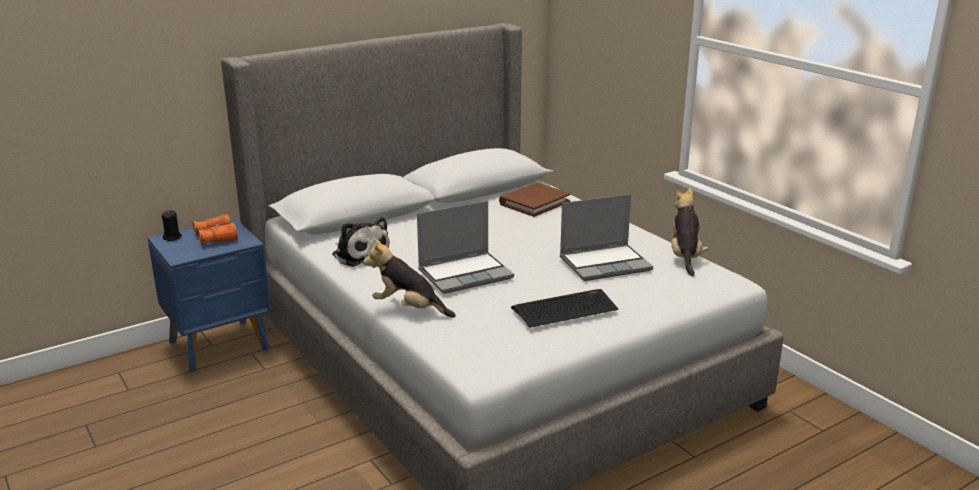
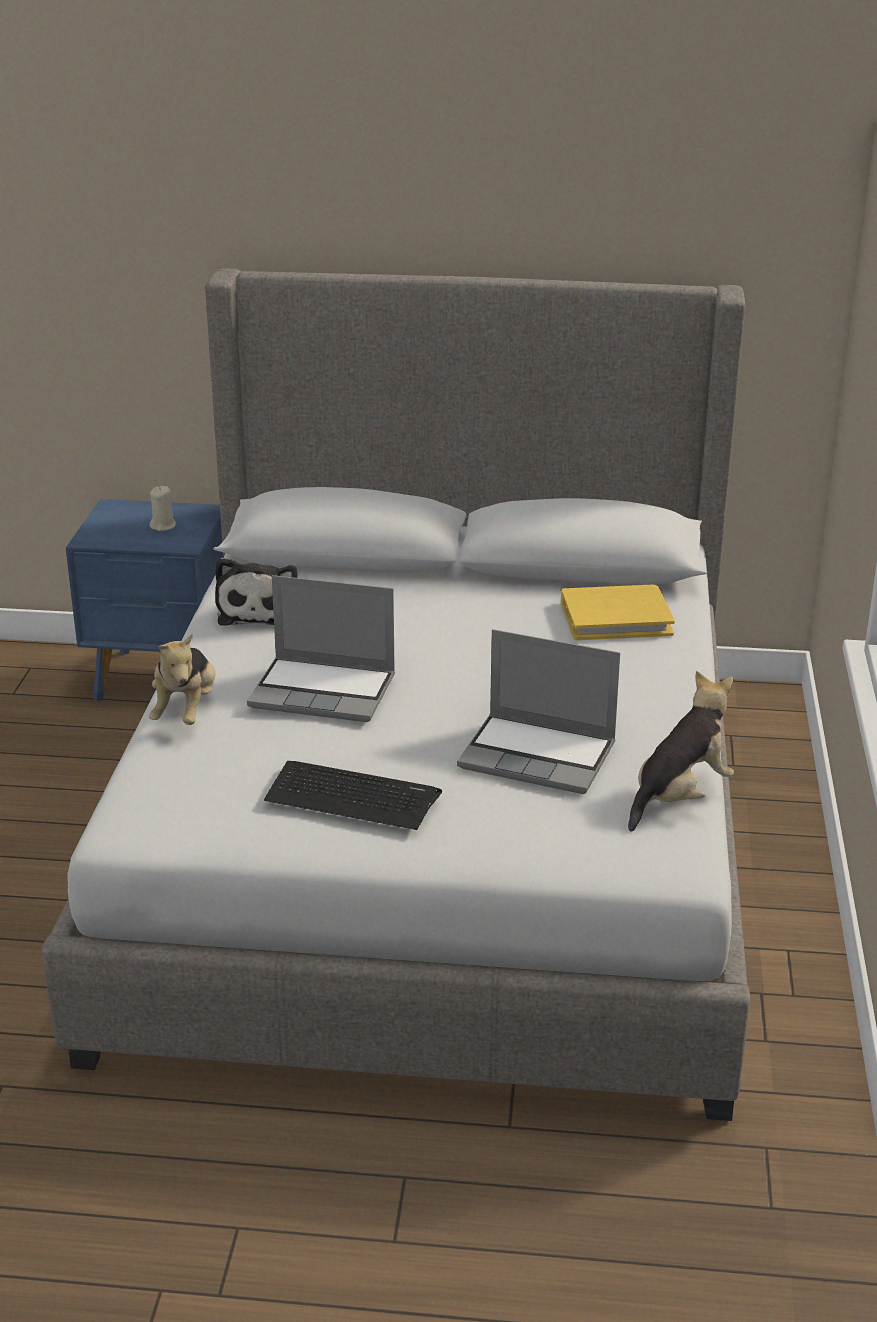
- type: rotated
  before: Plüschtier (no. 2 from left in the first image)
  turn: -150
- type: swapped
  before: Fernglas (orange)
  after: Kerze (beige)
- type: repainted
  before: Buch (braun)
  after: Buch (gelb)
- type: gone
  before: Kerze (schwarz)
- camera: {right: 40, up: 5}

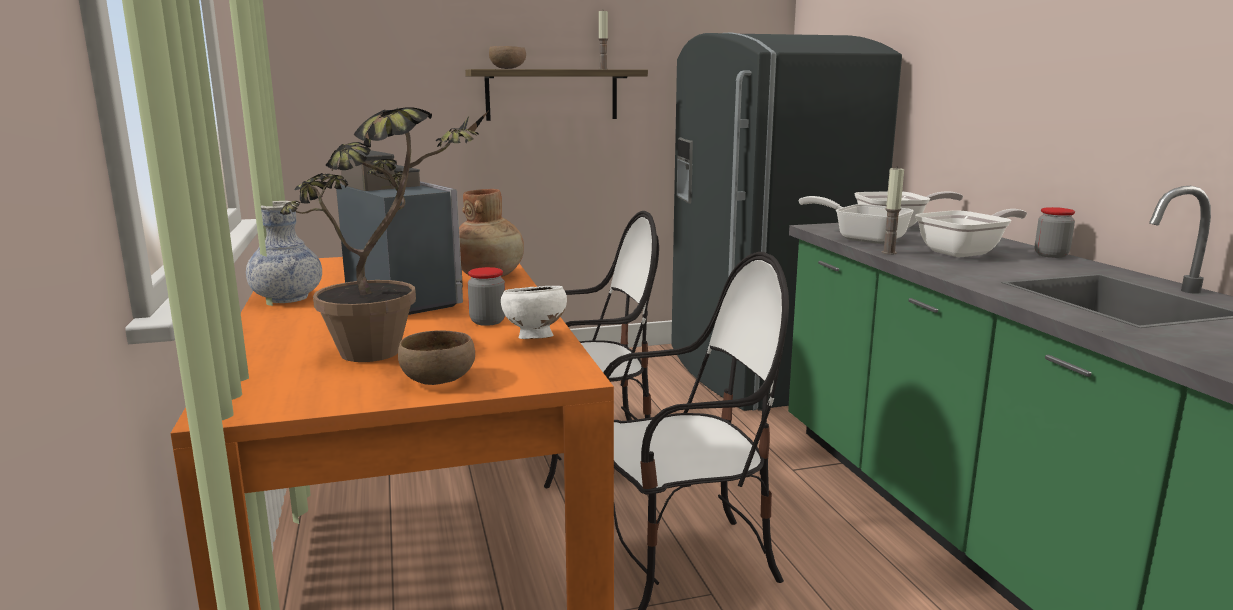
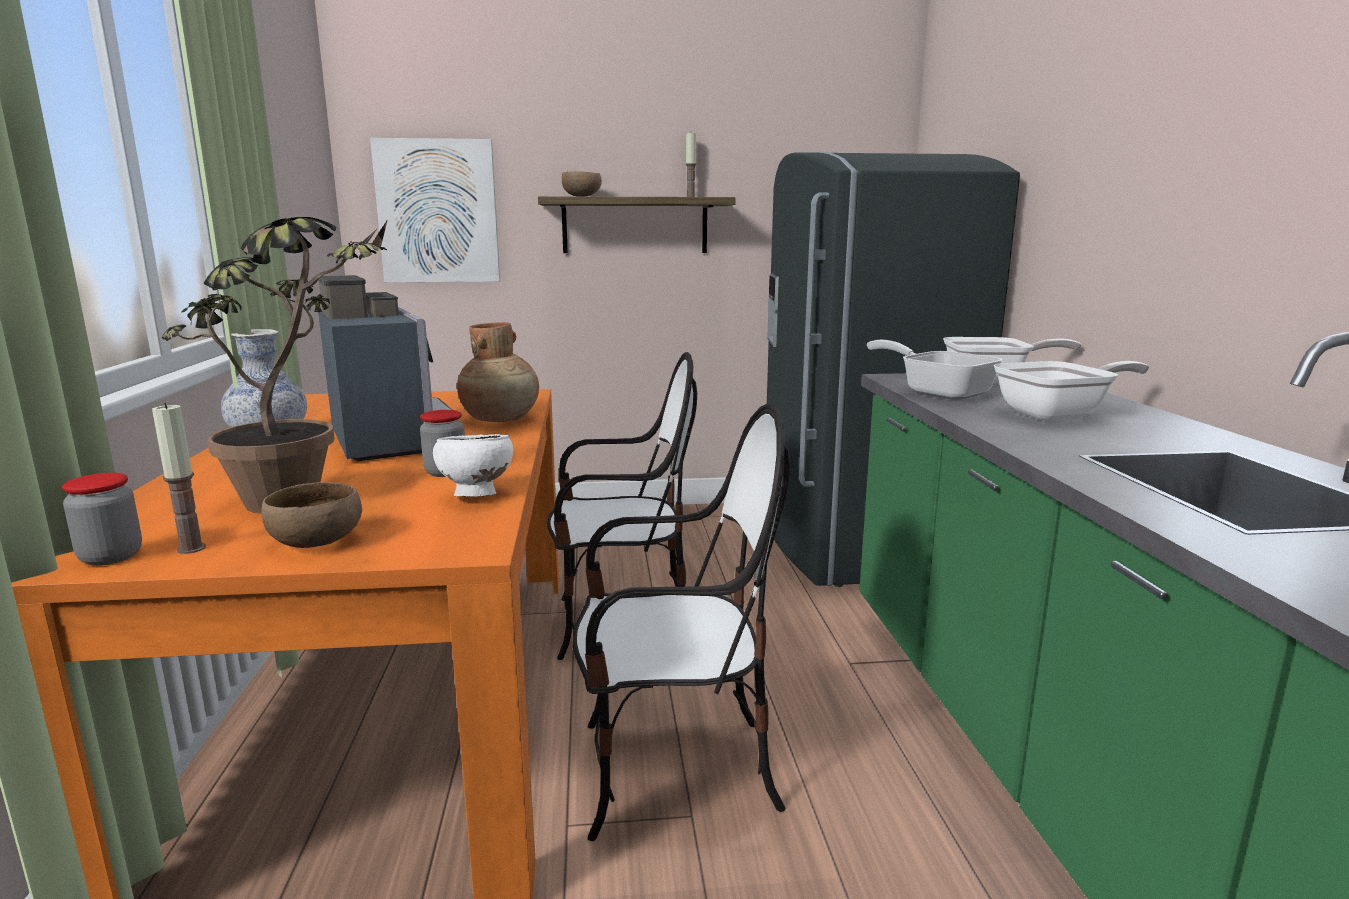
- type: shifted
  before: Vorratsglas (no. 2 from left in the first image)
  after: Vorratsglas (no. 1 from left)
- type: shifted
  before: Kerze (no. 2 from left in the first image)
  after: Kerze (no. 1 from left)
- type: new
  after: Bild
- camera: {right: 10, up: 0}

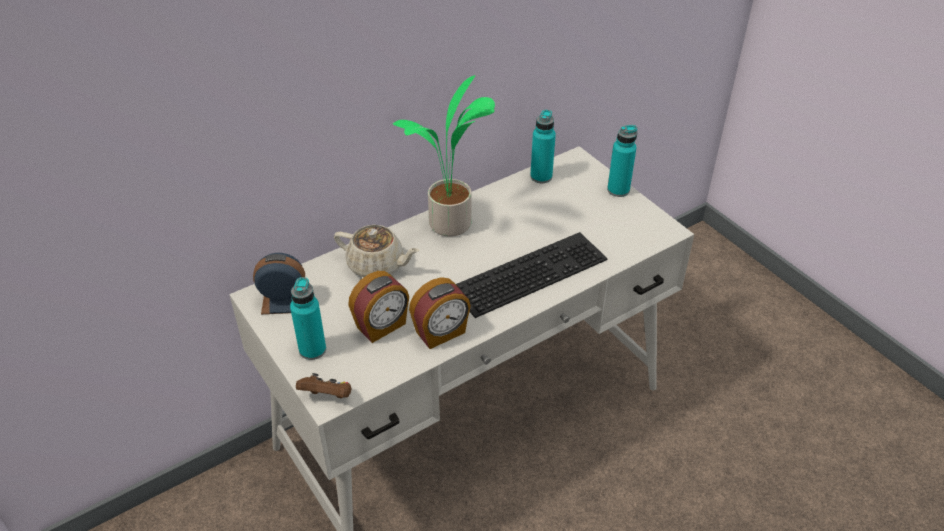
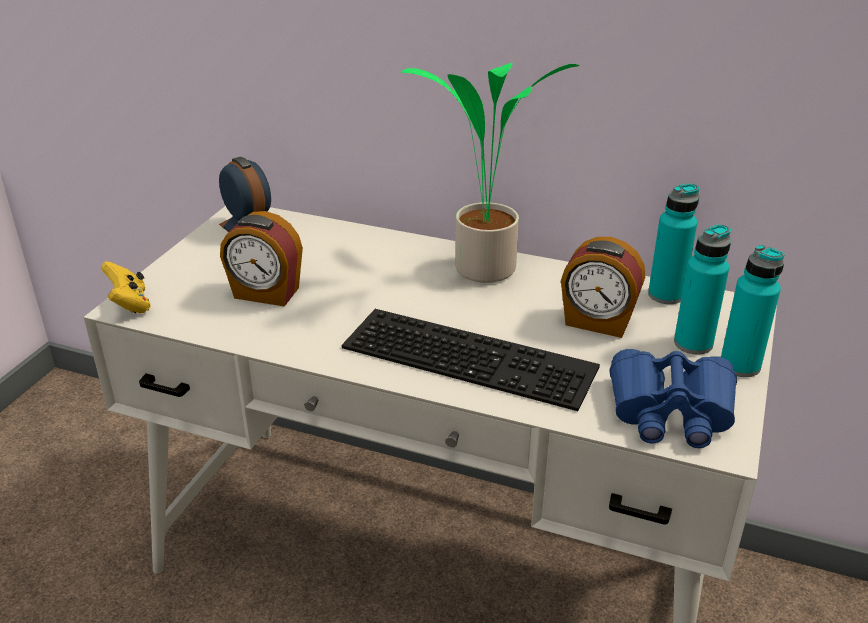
- type: repainted
  before: Gamepad (braun)
  after: Gamepad (gelb)
- type: shifted
  before: Wecker (no. 3 from left)
- type: new
  after: Fernglas (blau)
- type: shifted
  before: Flasche (türkis) (no. 1 from left in the first image)
  after: Flasche (türkis) (no. 2 from left)
- type: gone
  before: Teekanne (beige)
- camera: {right: 55, up: -10}

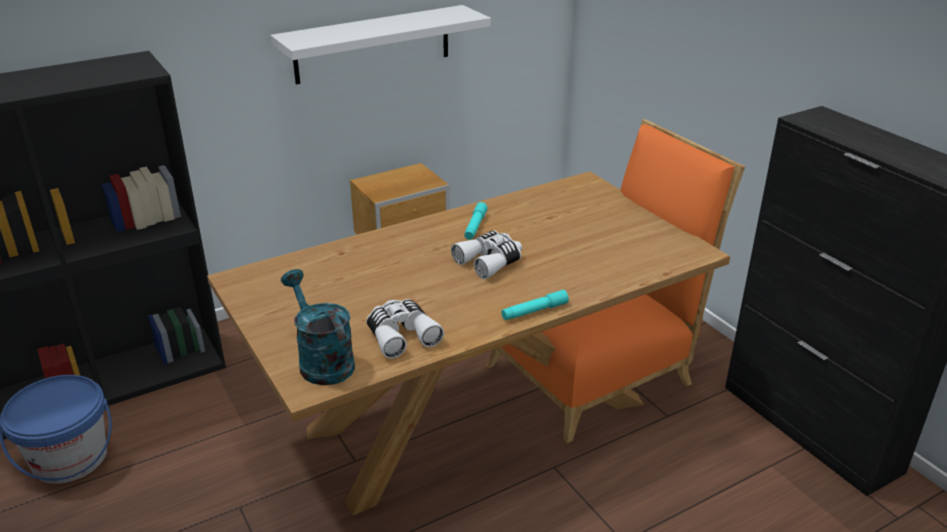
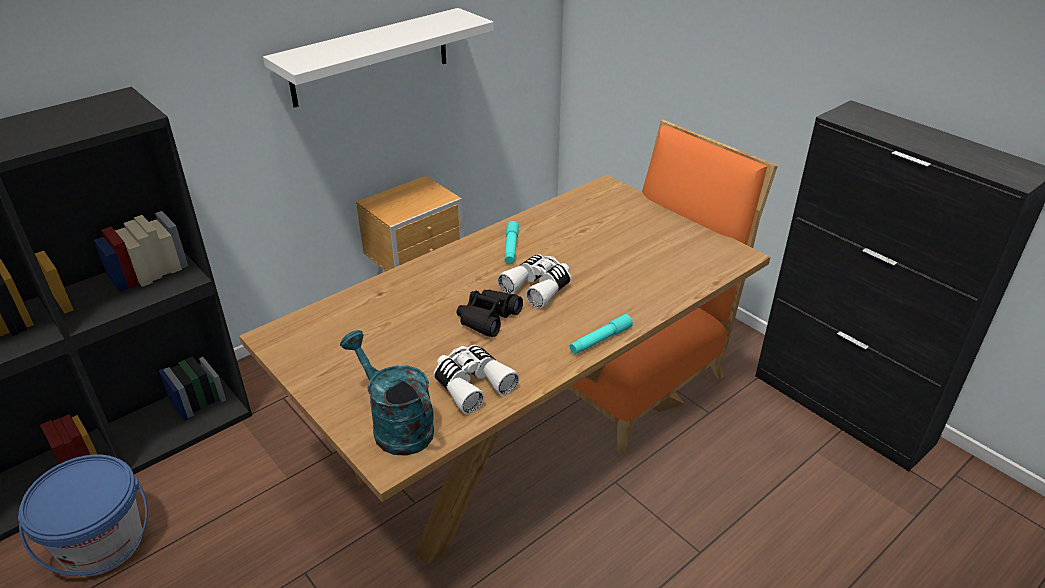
- type: new
  after: Fernglas (schwarz)
- camera: {right: -10, up: 5}

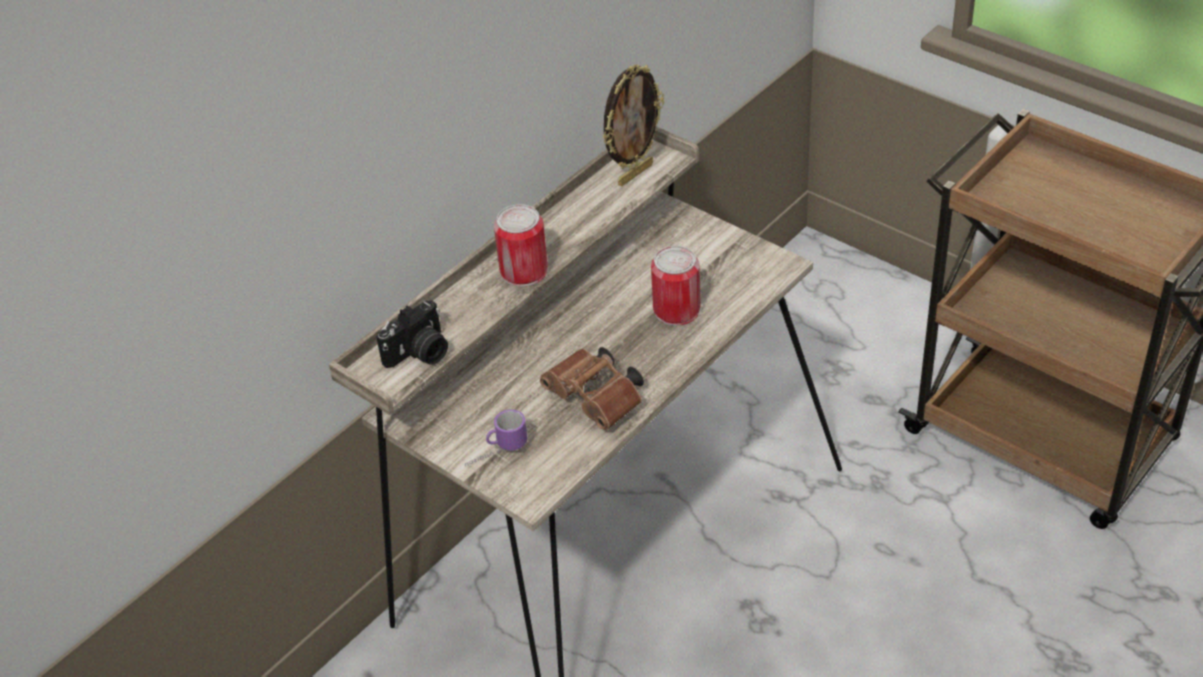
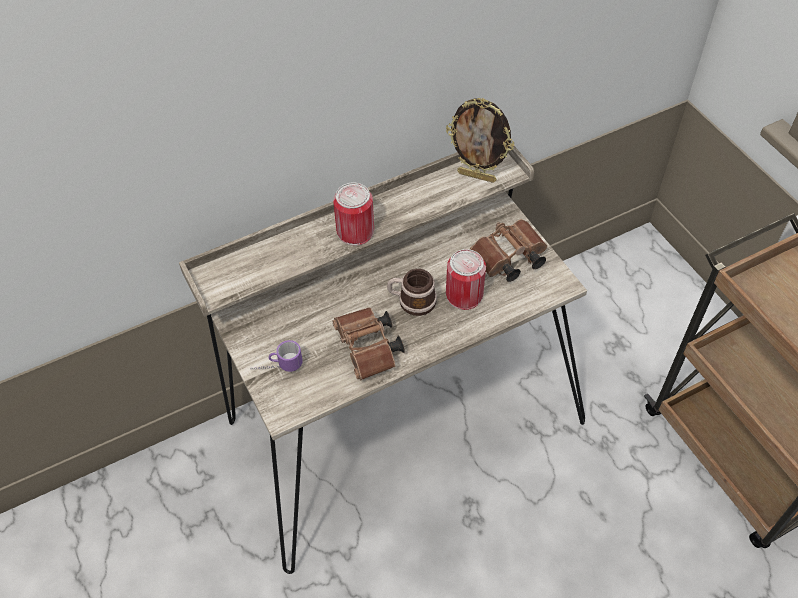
- type: new
  after: Henkelbecher (no. 2 from left)
- type: rotated
  before: Bilderrahmen
  turn: 45
- type: new
  after: Fernglas (braun) (no. 2 from left)
- type: gone
  before: Kamera
- camera: {right: 20, up: 10}

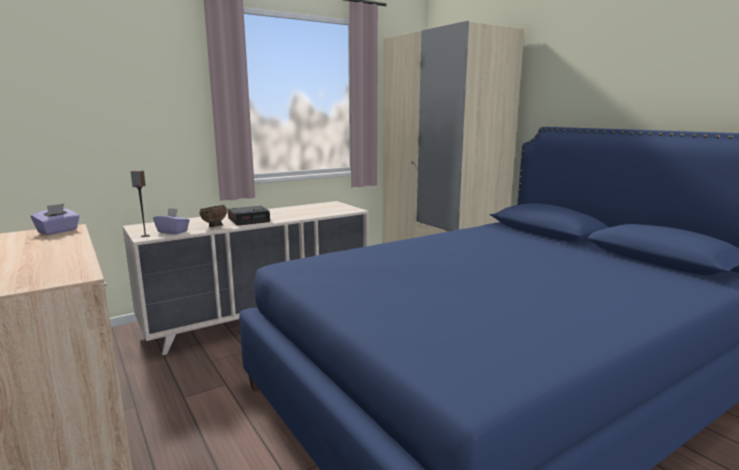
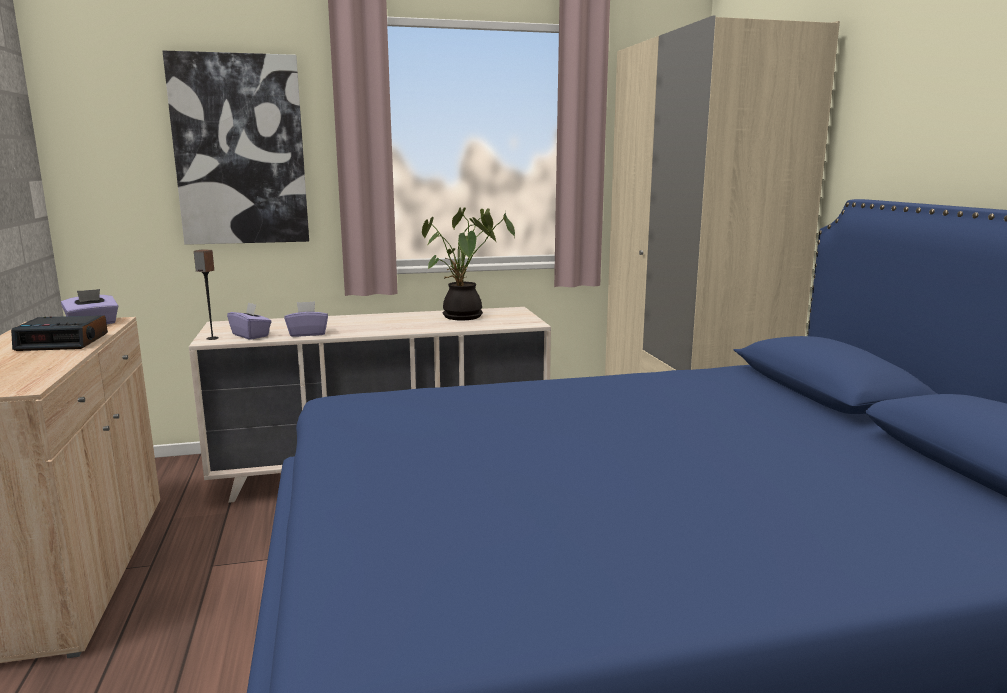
- type: shifted
  before: Wecker
- type: new
  after: Bild
- type: swapped
  before: Schüssel (braun)
  after: Taschentuchbox (lila) (no. 3 from left)
- type: new
  after: Topfpflanze
- camera: {right: 20, up: 0}

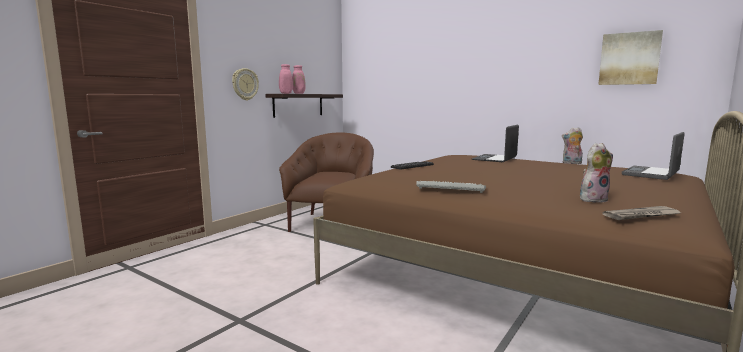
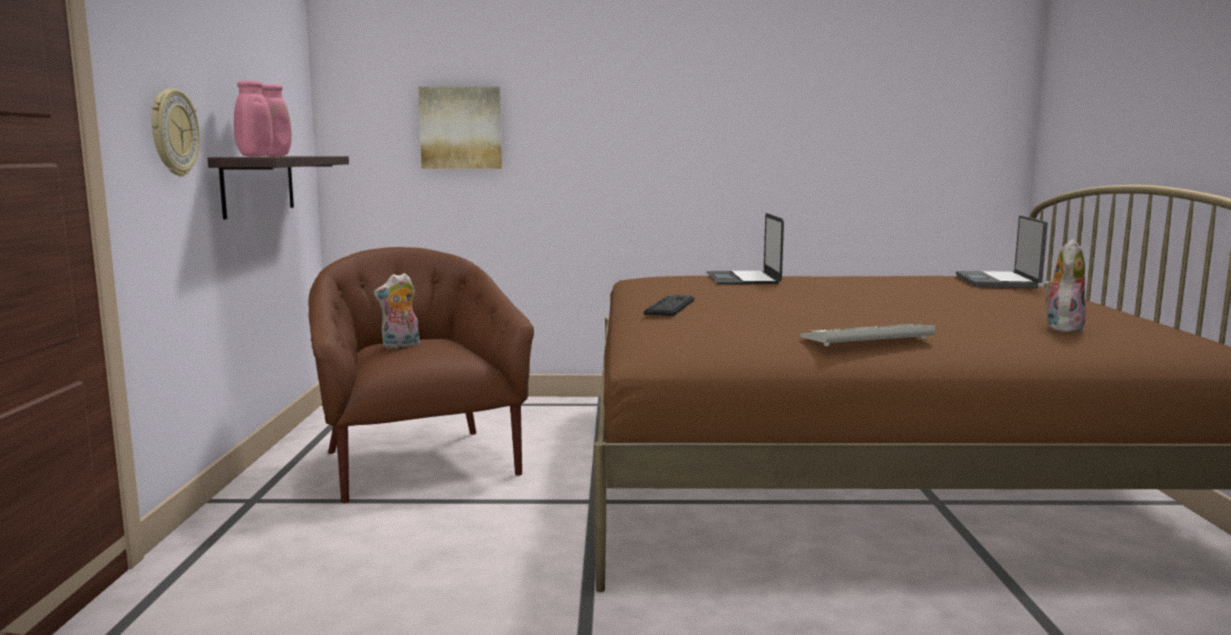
- type: shifted
  before: Plüschtier (no. 1 from left)
- type: shifted
  before: Bild
- type: gone
  before: Zeitung
- camera: {right: -35, up: 0}

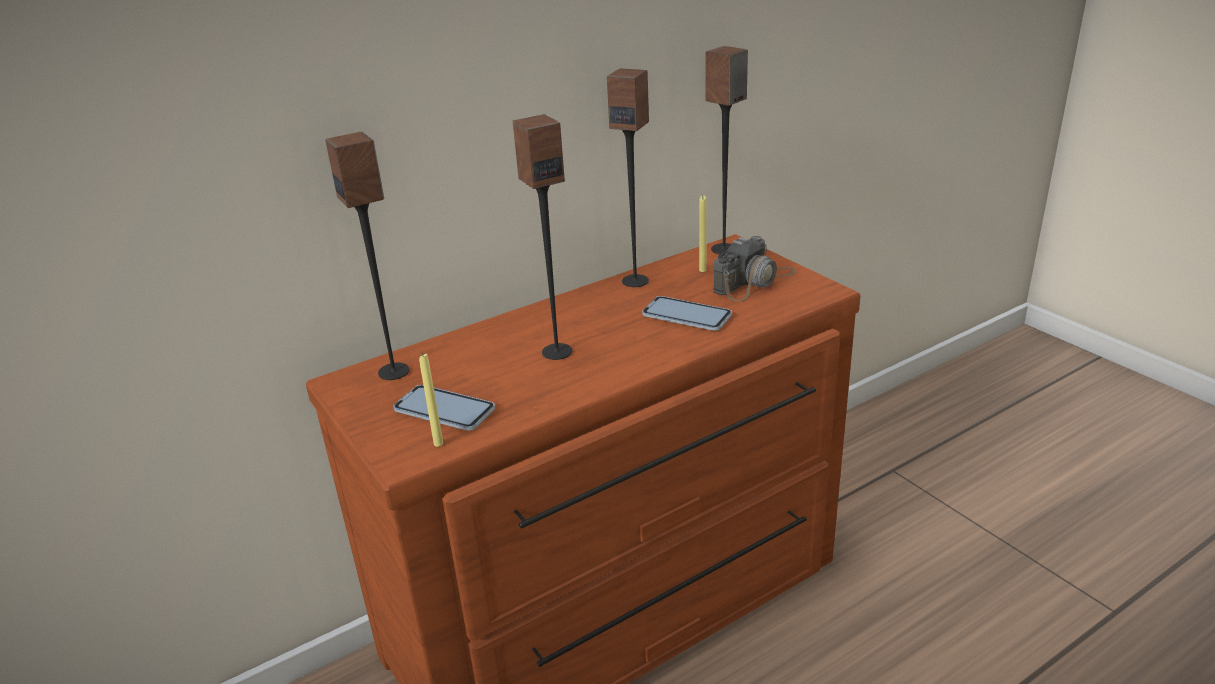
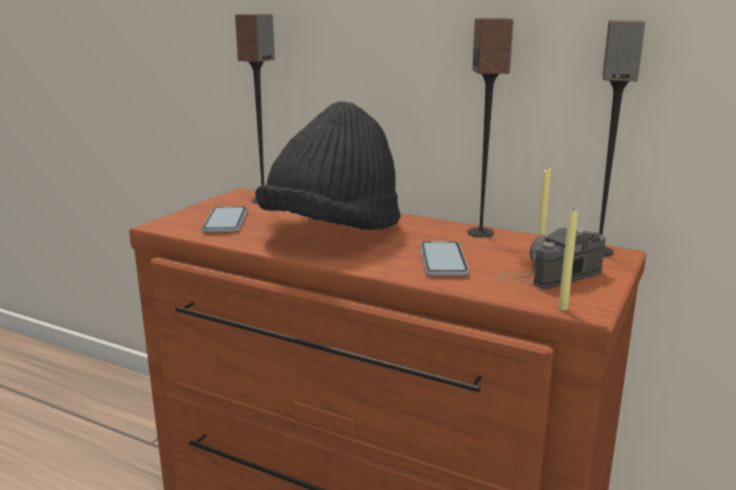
- type: swapped
  before: Lautsprecher (no. 2 from left)
  after: Hut (schwarz)
- type: rotated
  before: Kamera
  turn: 135
- type: shifted
  before: Kerze (gelb) (no. 1 from left in the first image)
  after: Kerze (gelb) (no. 2 from left)
- camera: {right: 60, up: -10}

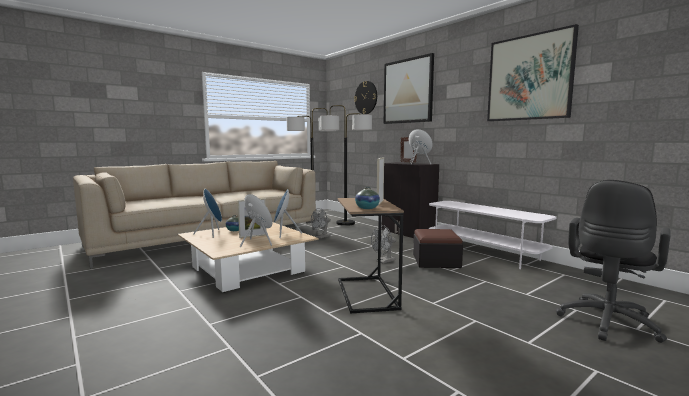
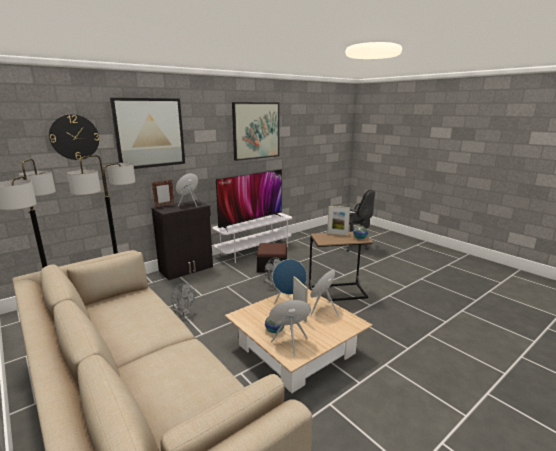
- type: new
  after: Fernseher
- camera: {right: -90, up: 10}

